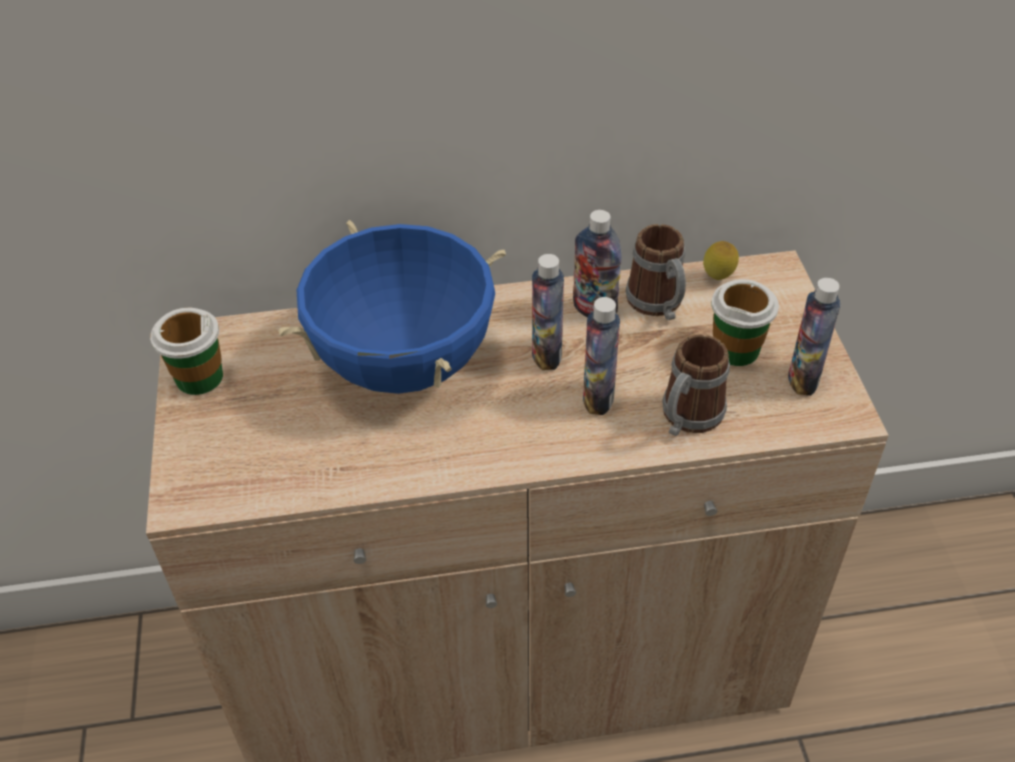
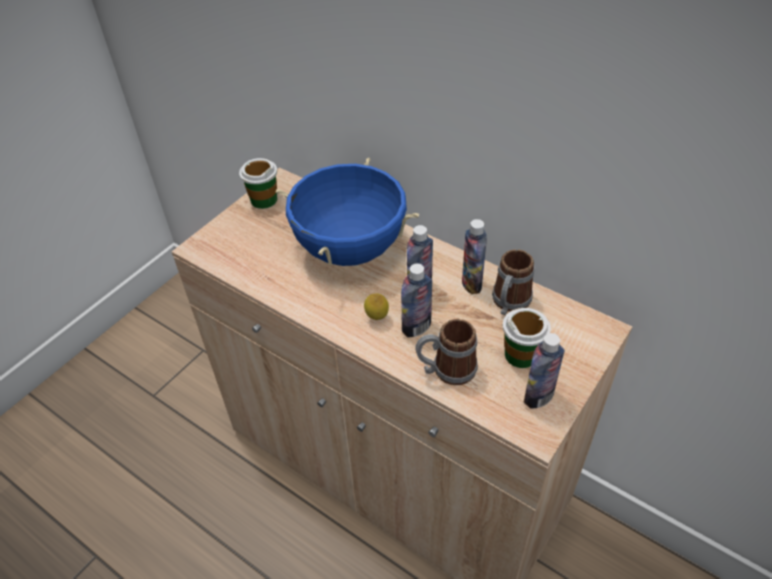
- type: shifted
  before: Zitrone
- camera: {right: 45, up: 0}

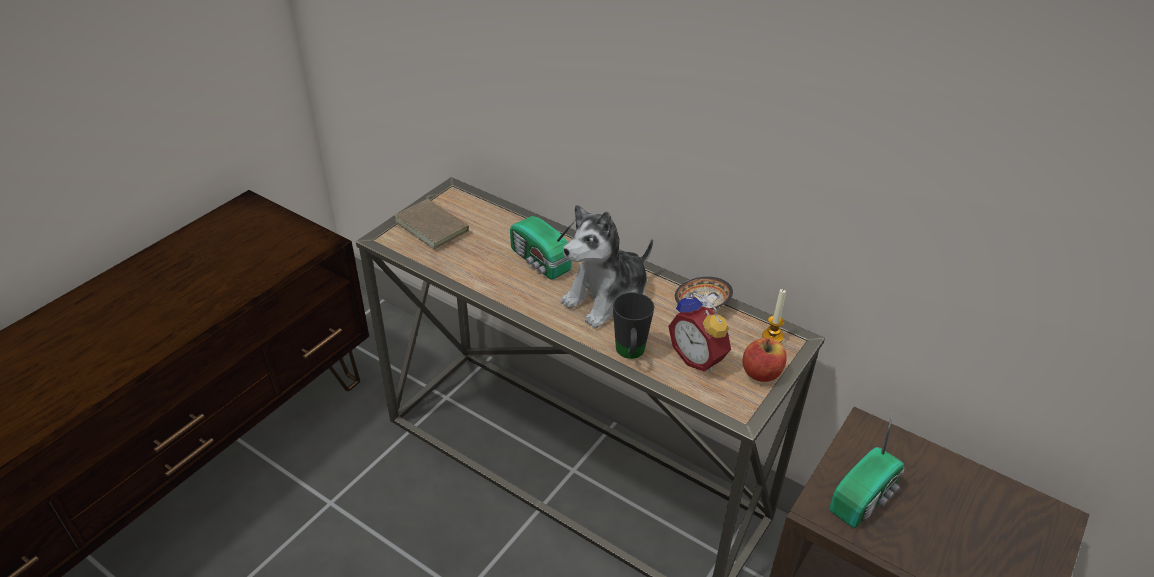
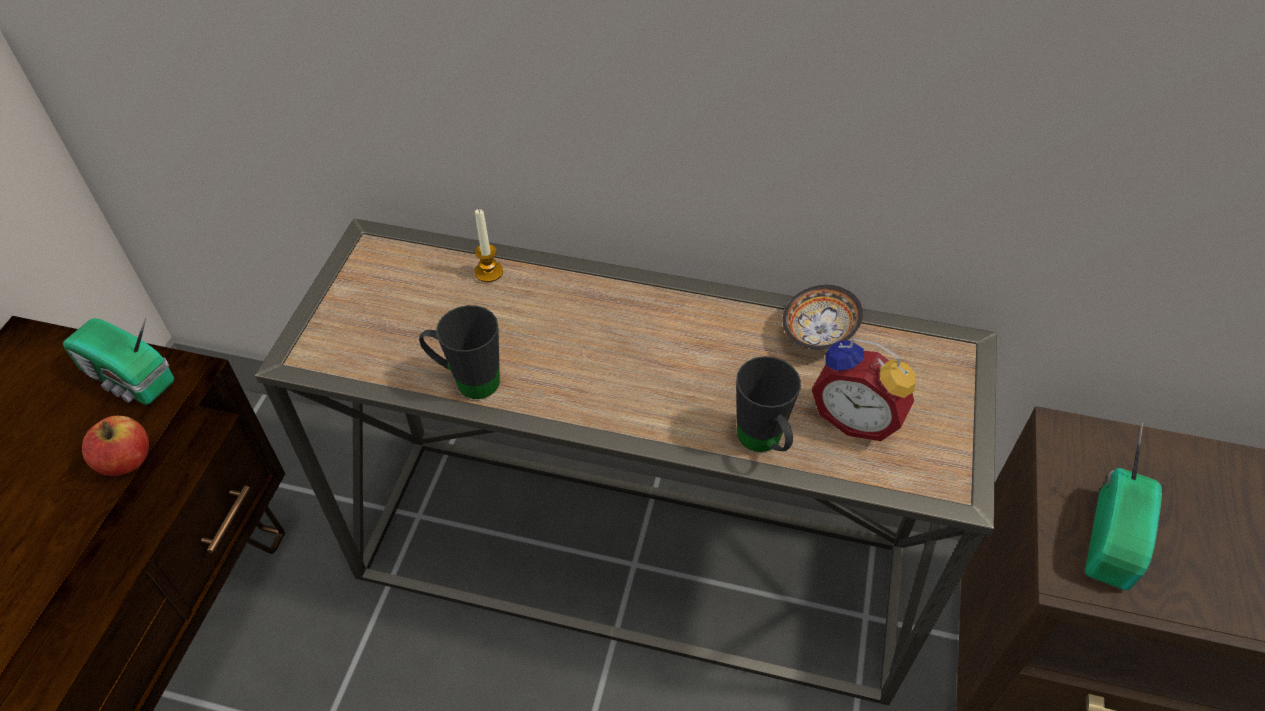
- type: shifted
  before: Radio (no. 1 from left)
- type: shifted
  before: Apfel
- type: new
  after: Henkelbecher (schwarz) (no. 1 from left)
- type: shifted
  before: Kerze
- type: gone
  before: Buch (braun)
- type: gone
  before: Plüschtier
- camera: {right: -20, up: 10}

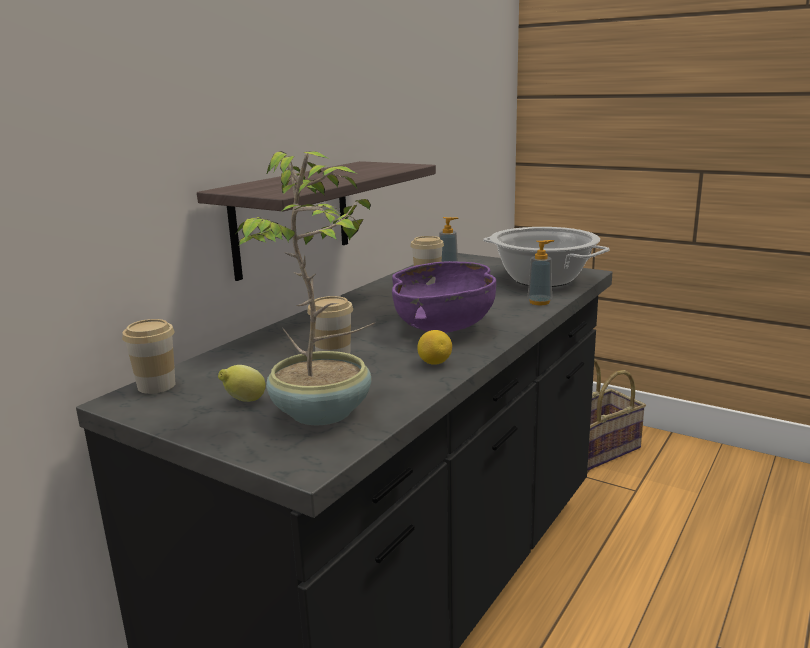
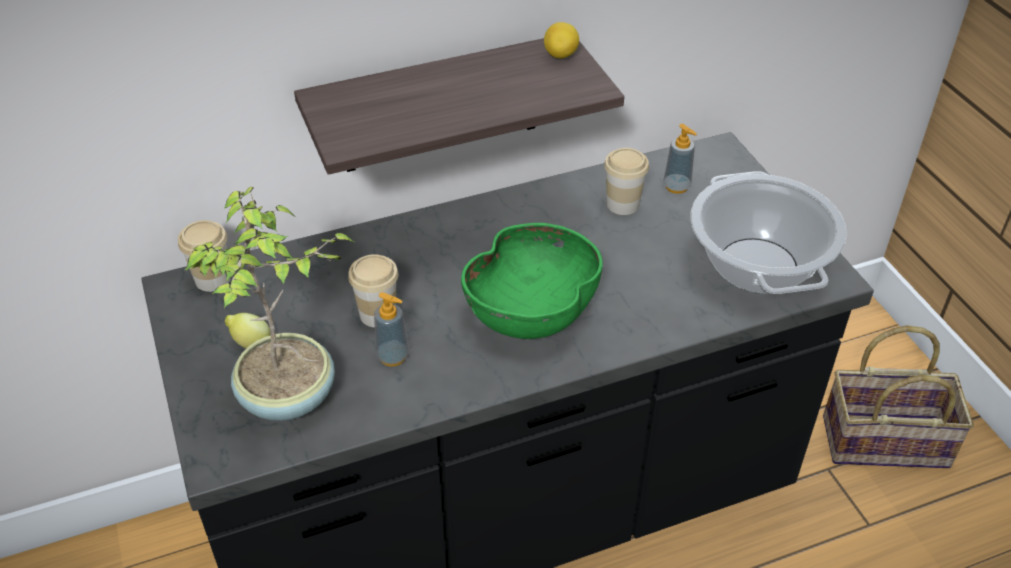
- type: shifted
  before: Seifenspender (no. 2 from left in the first image)
  after: Seifenspender (no. 1 from left)
- type: repainted
  before: Schüssel (lila)
  after: Schüssel (grün)
- type: shifted
  before: Zitrone (no. 2 from left)
- camera: {right: 35, up: 25}

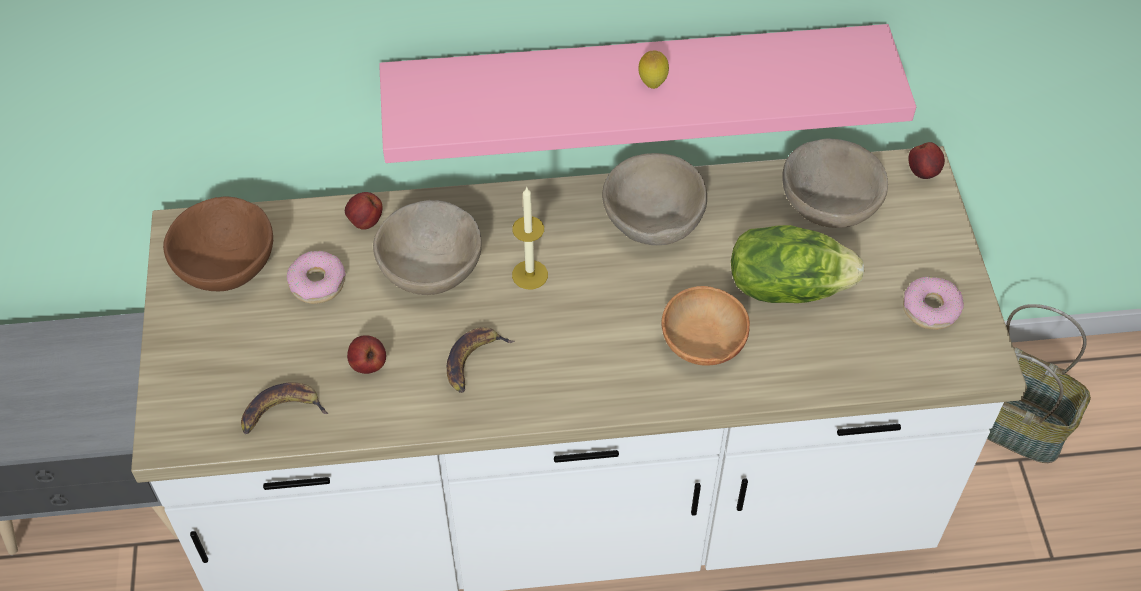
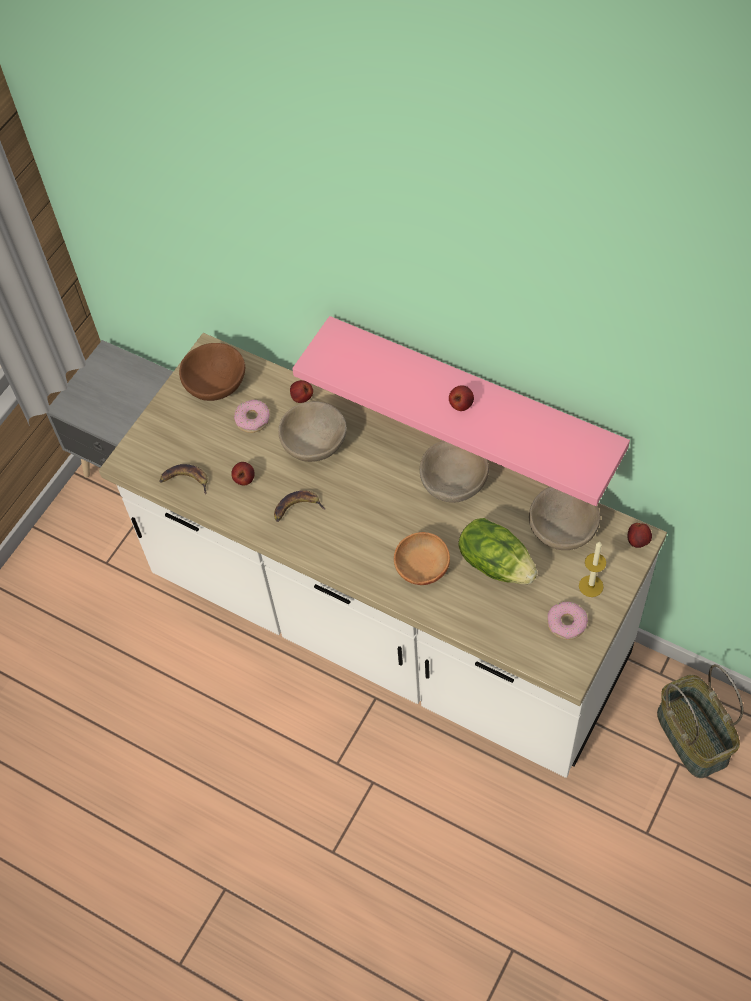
- type: swapped
  before: Zitrone
  after: Apfel (no. 3 from left)
- type: shifted
  before: Kerze
- camera: {right: 40, up: 5}

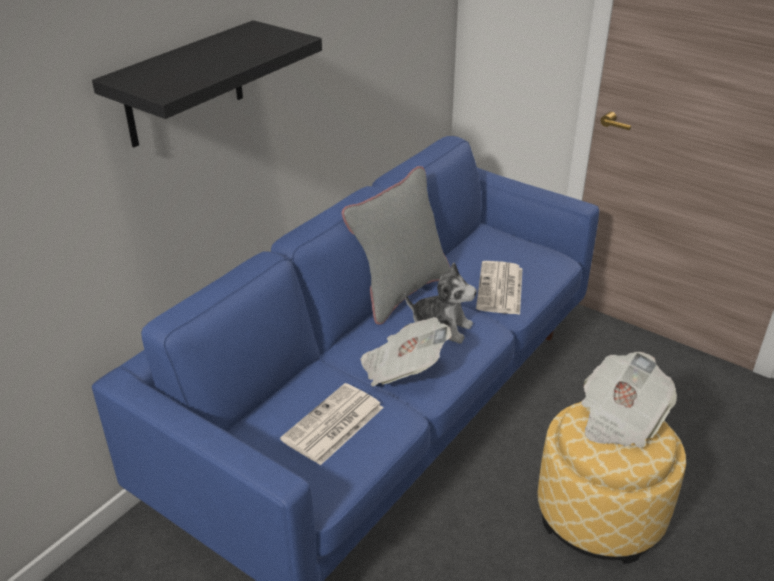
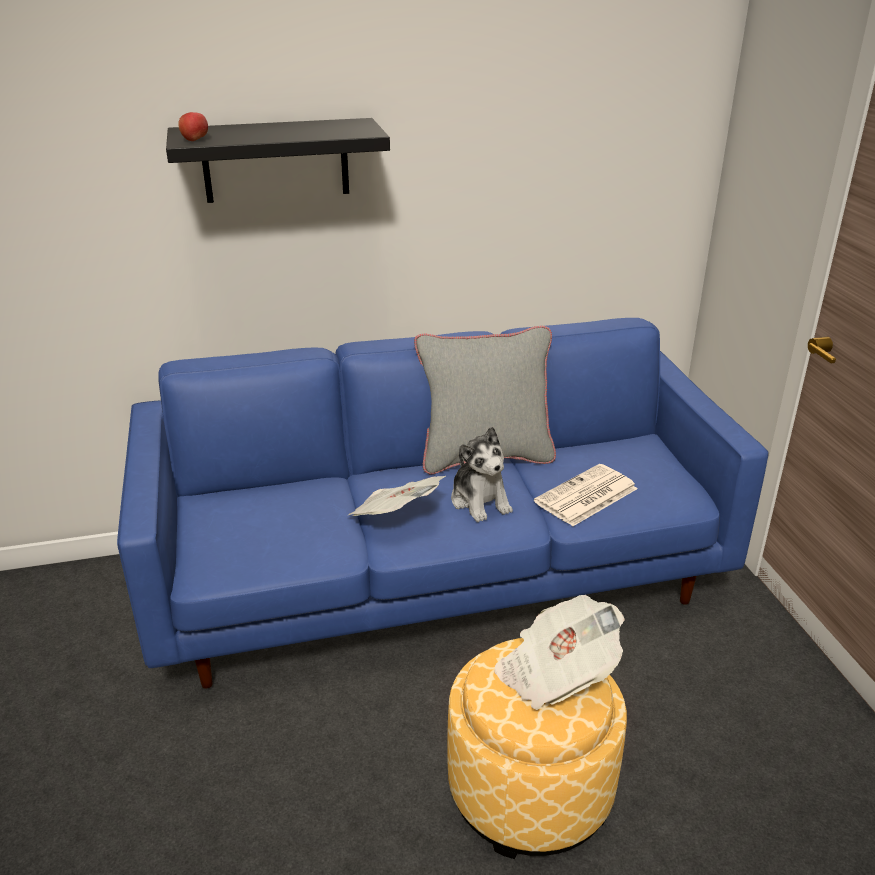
- type: new
  after: Apfel
- type: gone
  before: Zeitung (no. 1 from left)
- camera: {right: 40, up: -5}

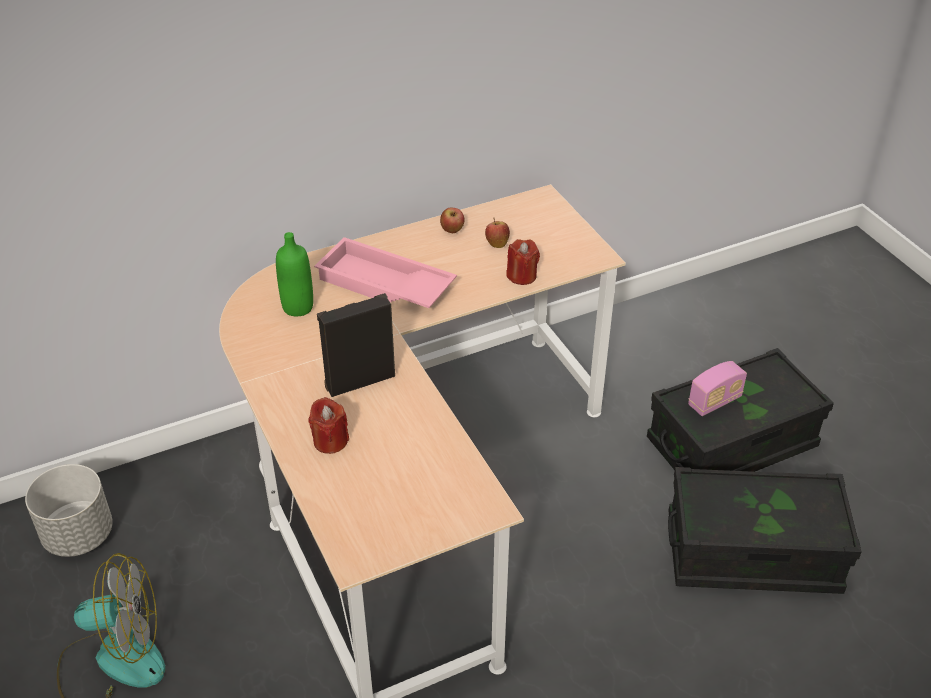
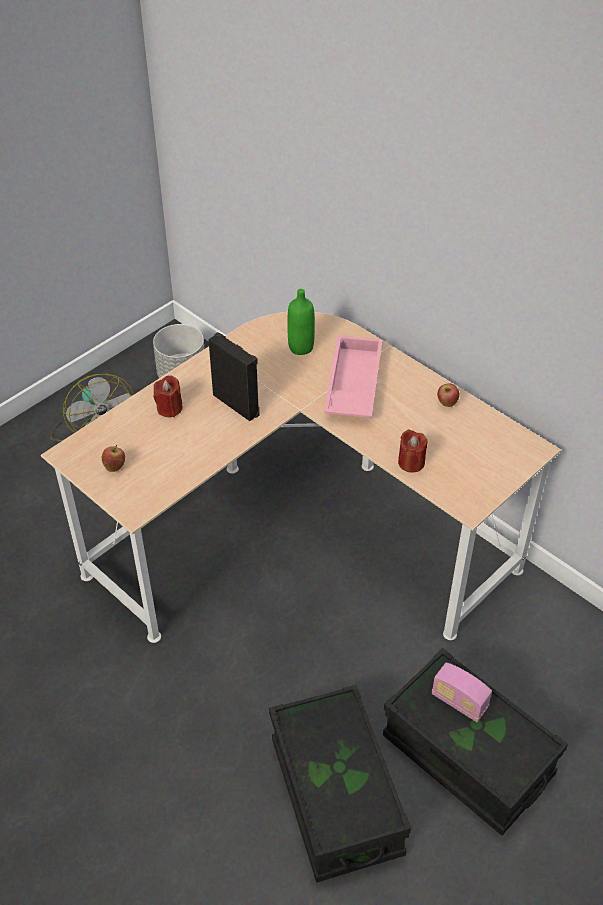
- type: shifted
  before: Apfel (no. 2 from left in the first image)
  after: Apfel (no. 1 from left)
- camera: {right: 70, up: 5}

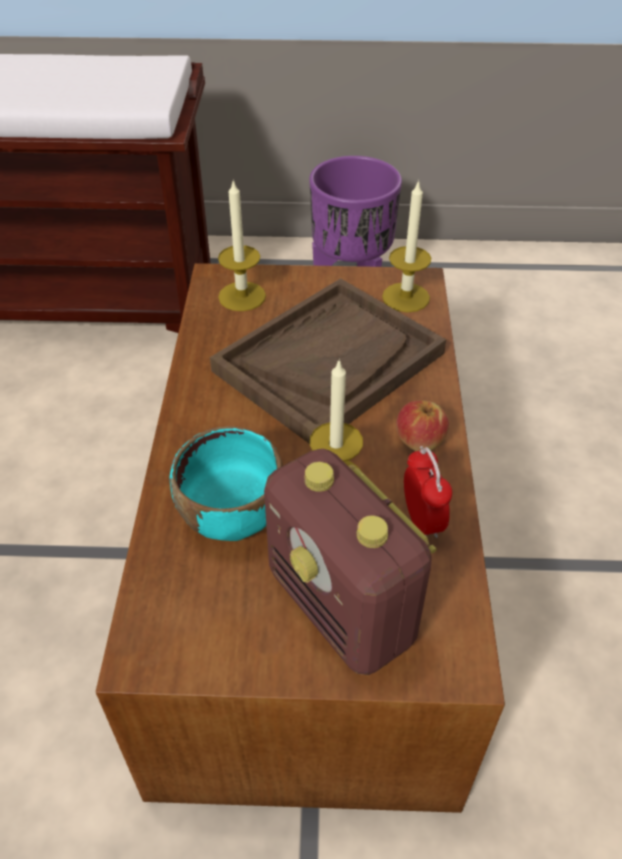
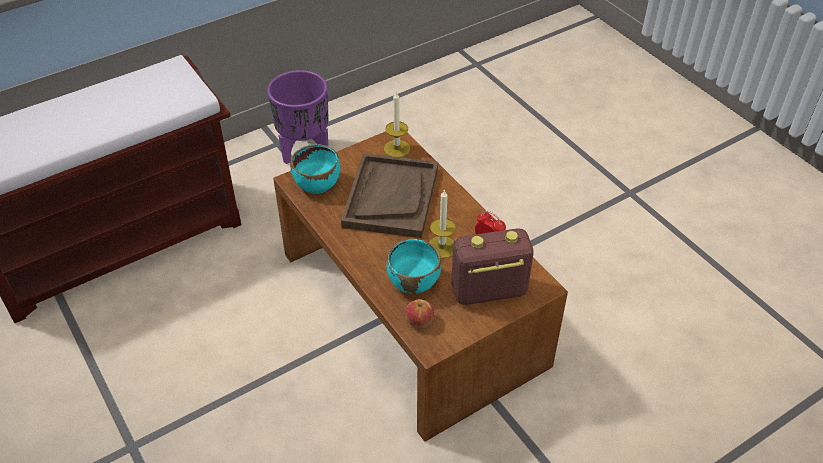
- type: swapped
  before: Kerze (no. 1 from left)
  after: Schüssel (türkis) (no. 1 from left)
- type: shifted
  before: Apfel
- type: rotated
  before: Radio
  turn: 150
- camera: {right: -35, up: 0}

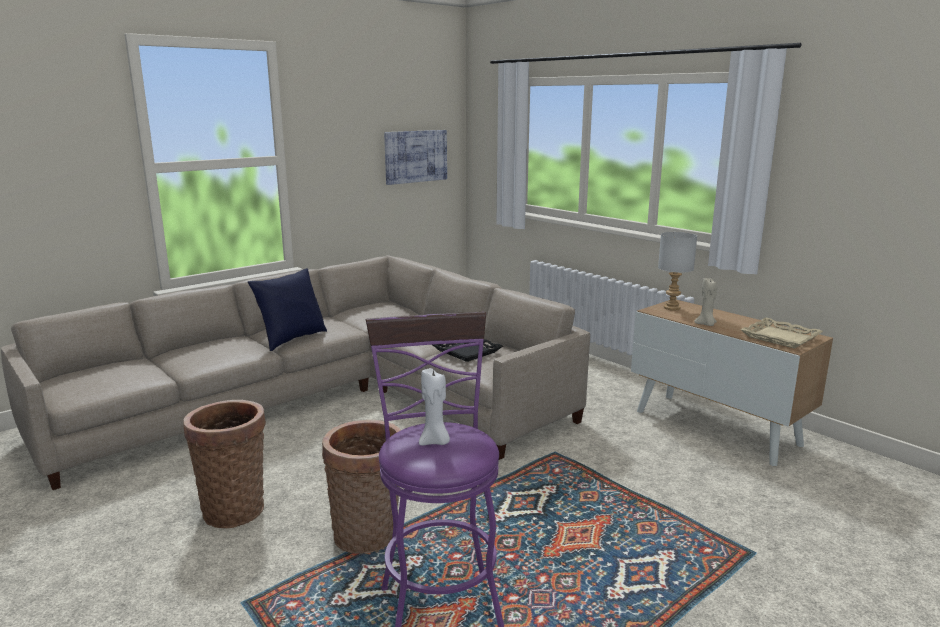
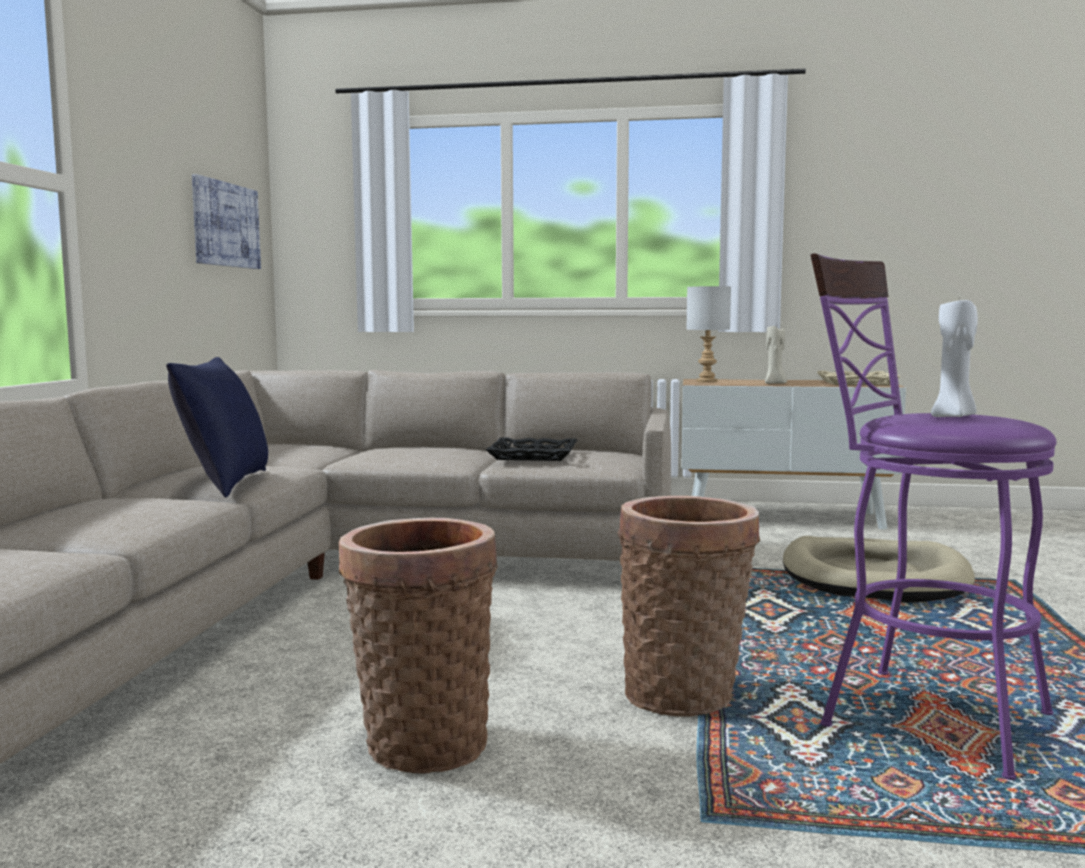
- type: new
  after: Hundebett (beige)
- camera: {right: -40, up: -10}

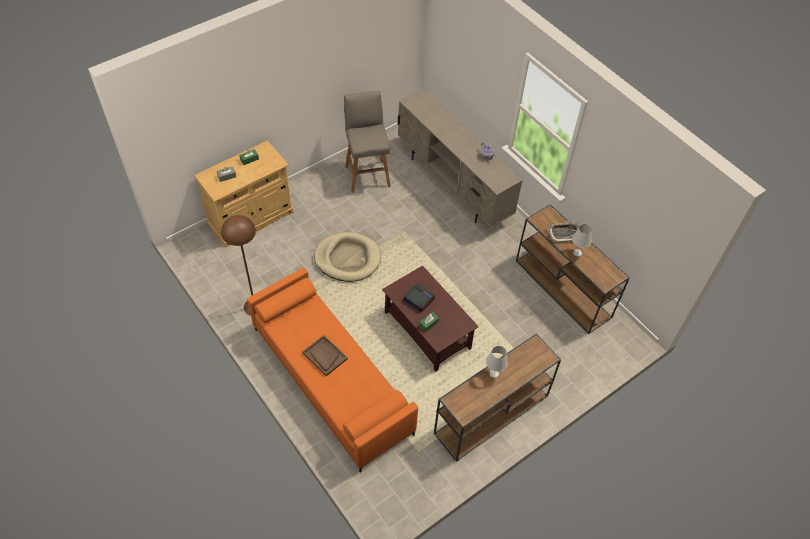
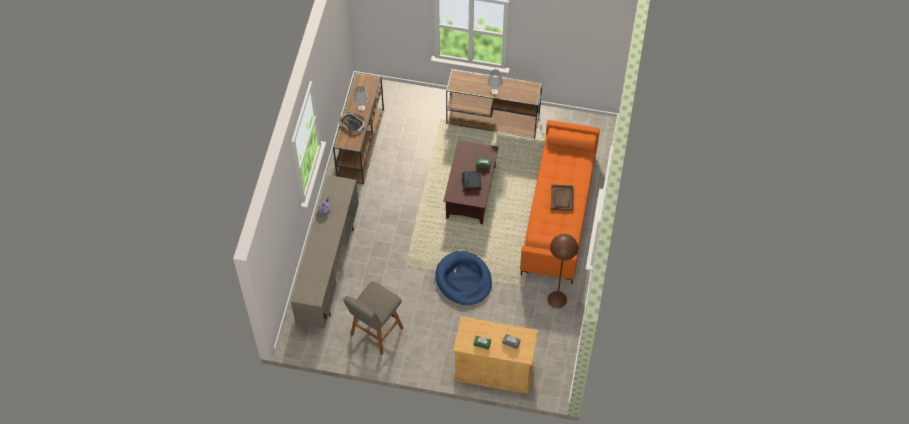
- type: repainted
  before: Hundebett (beige)
  after: Hundebett (blau)
- camera: {right: -130, up: 5}

